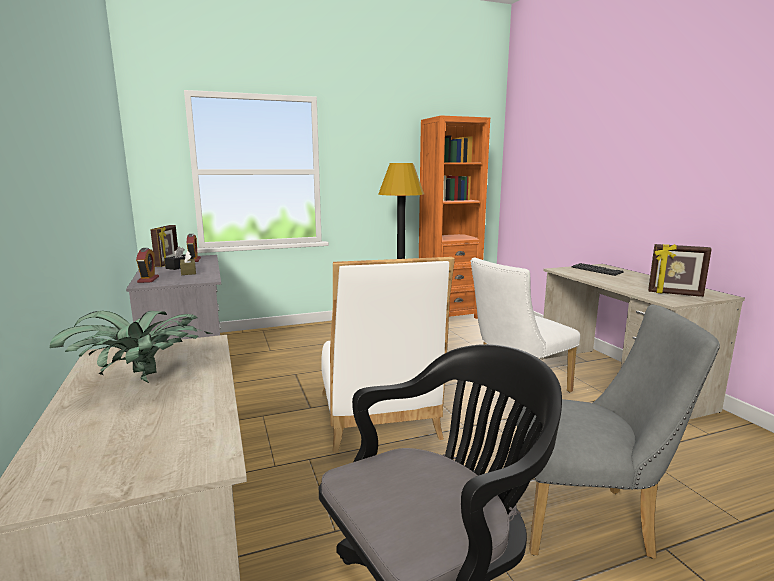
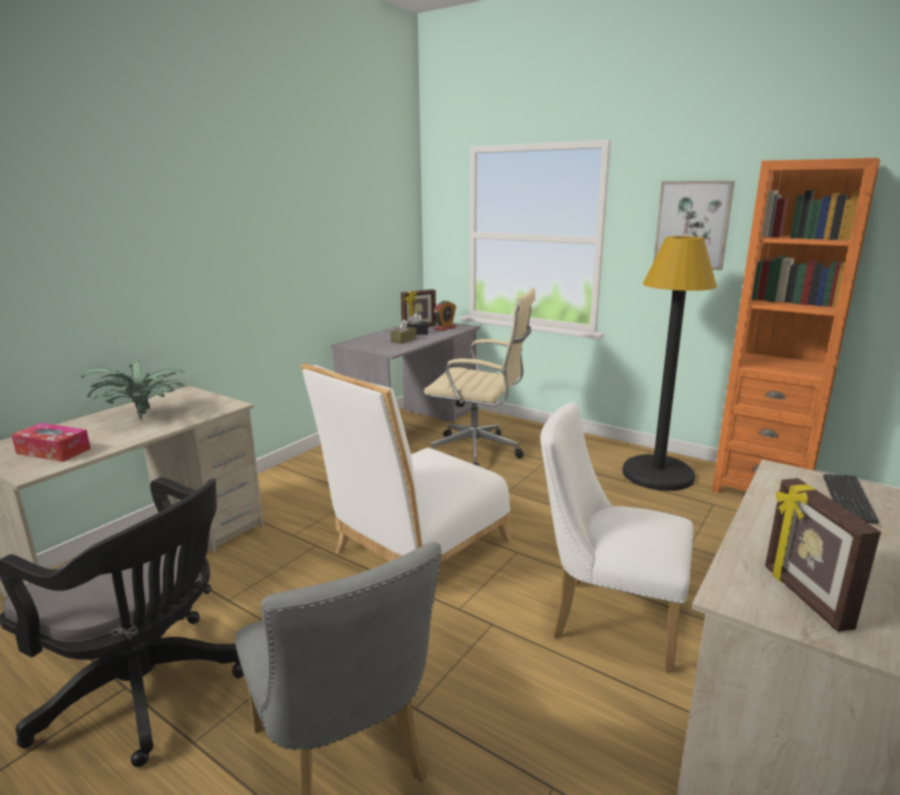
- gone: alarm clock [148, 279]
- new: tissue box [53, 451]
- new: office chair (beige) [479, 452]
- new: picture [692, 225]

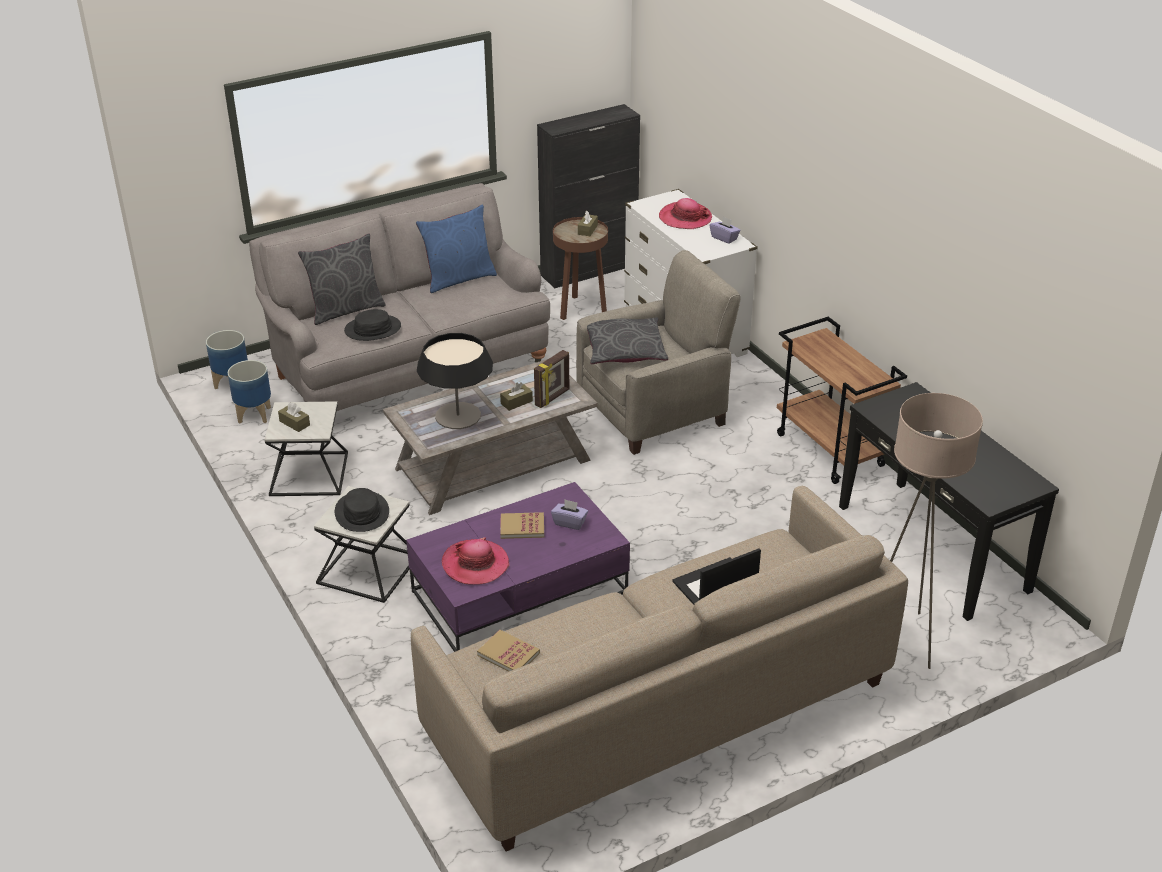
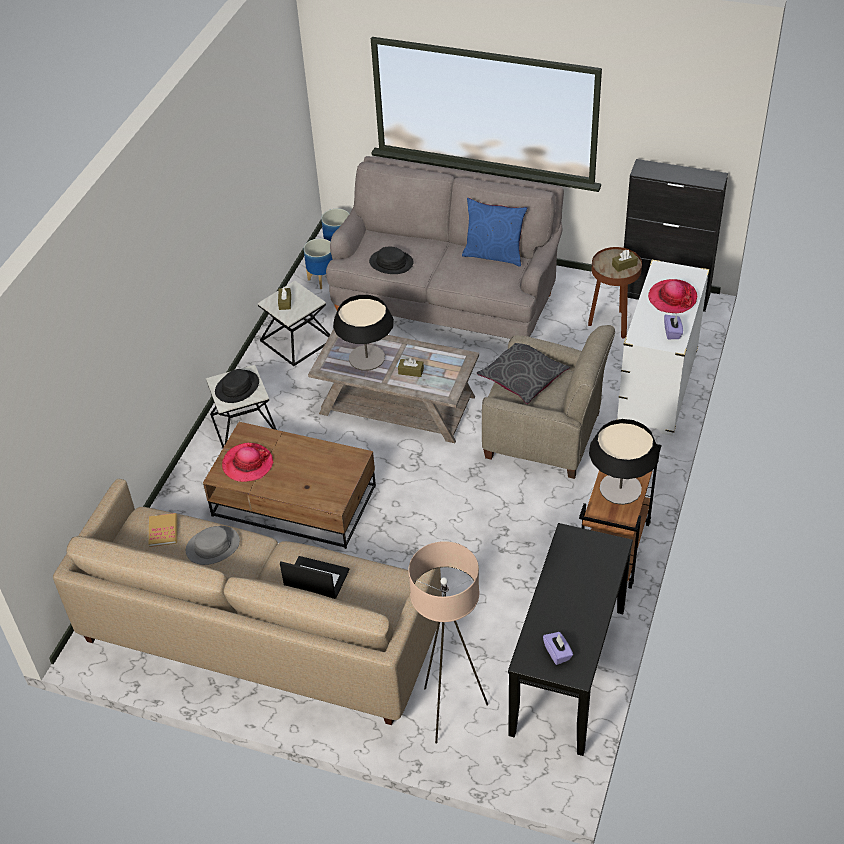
- gone: pillow (grey) [345, 310]
- gone: book [522, 527]
- gone: picture frame [552, 398]
- new: hat (grey) [213, 546]
- new: table lamp [620, 488]
- shifted: tissue box (purple) [570, 522] to [557, 653]
- repainted: coffee table (purple) [518, 593] to coffee table (brown) [293, 501]

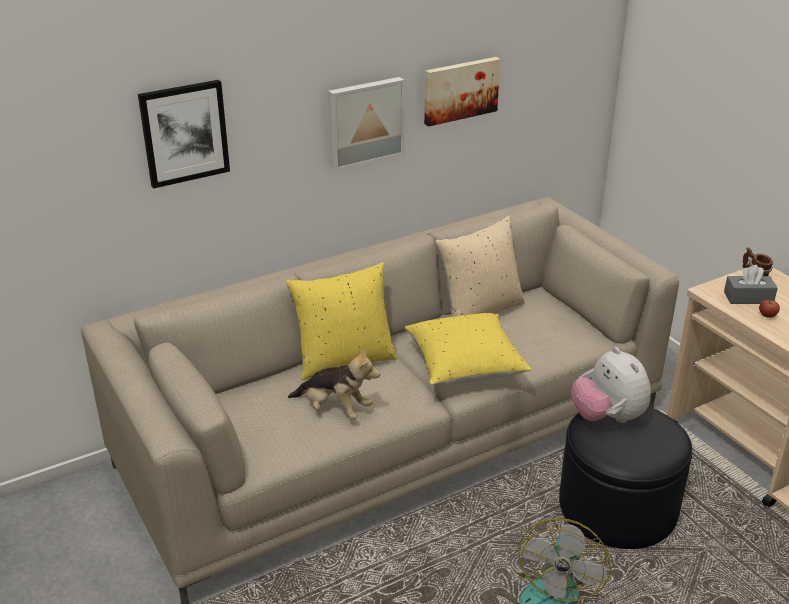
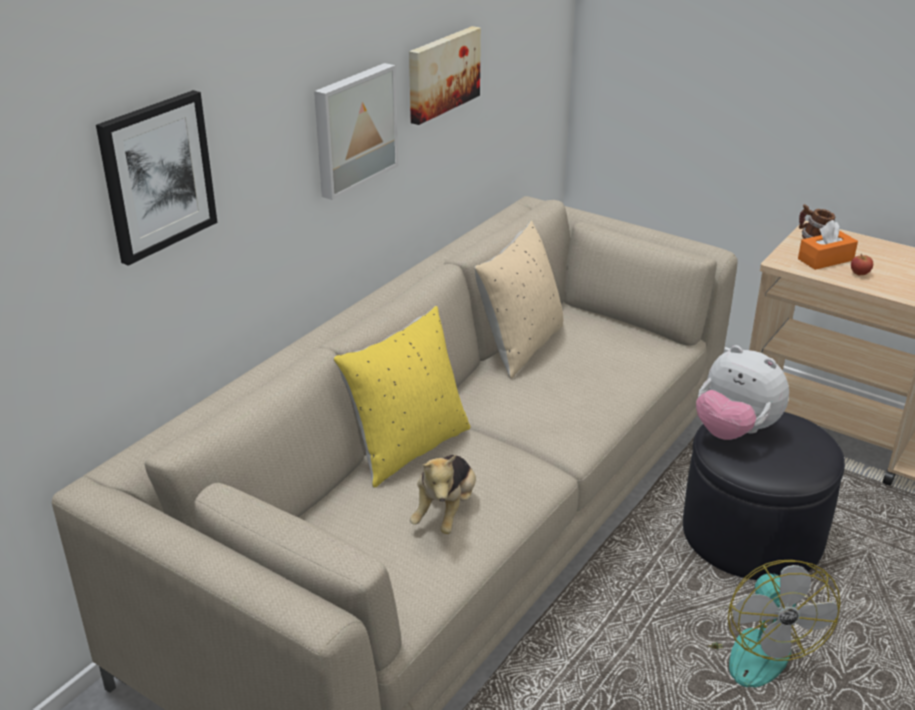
- gone: pillow (yellow) [465, 366]
- repainted: tissue box (grey) [748, 298] to tissue box (orange) [825, 259]
- rotated: plush toy [335, 409] = [445, 511] 105 degrees clockwise

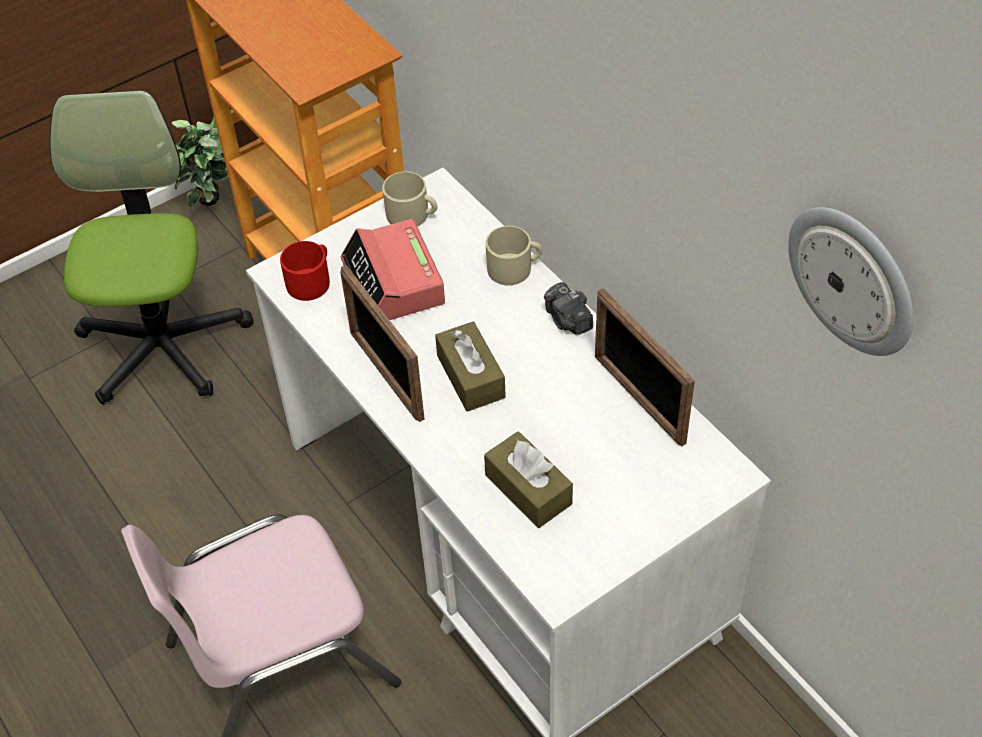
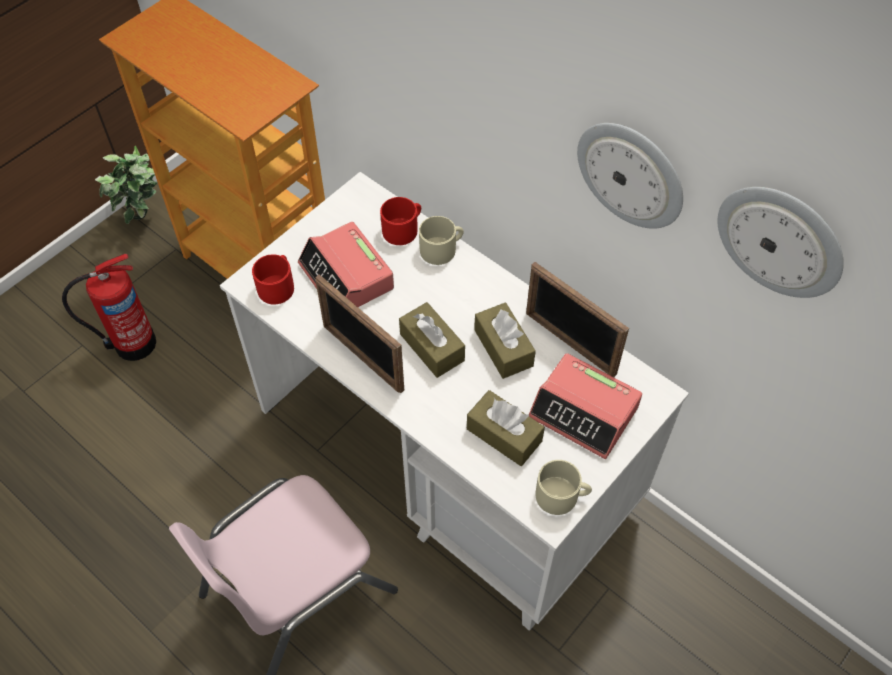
- gone: photo camera [568, 320]
- new: mug (red) [403, 229]
- new: tissue box (brown) [503, 348]
- new: alarm clock [584, 412]
- new: wall clock [631, 174]
- shifted: mug (beige) [412, 215] to [562, 496]
- swapped: office chair [163, 345] to fire extinguisher [132, 343]

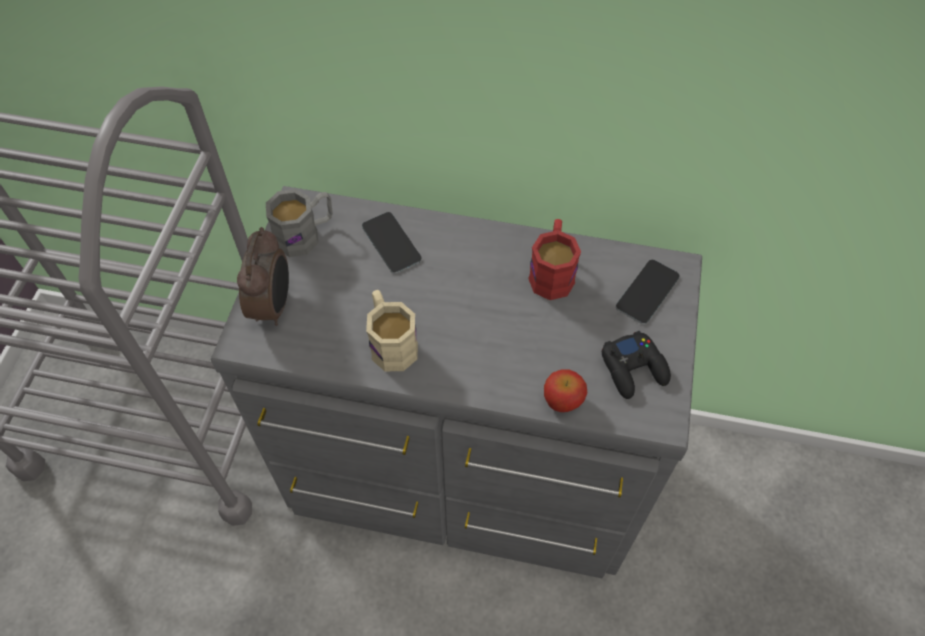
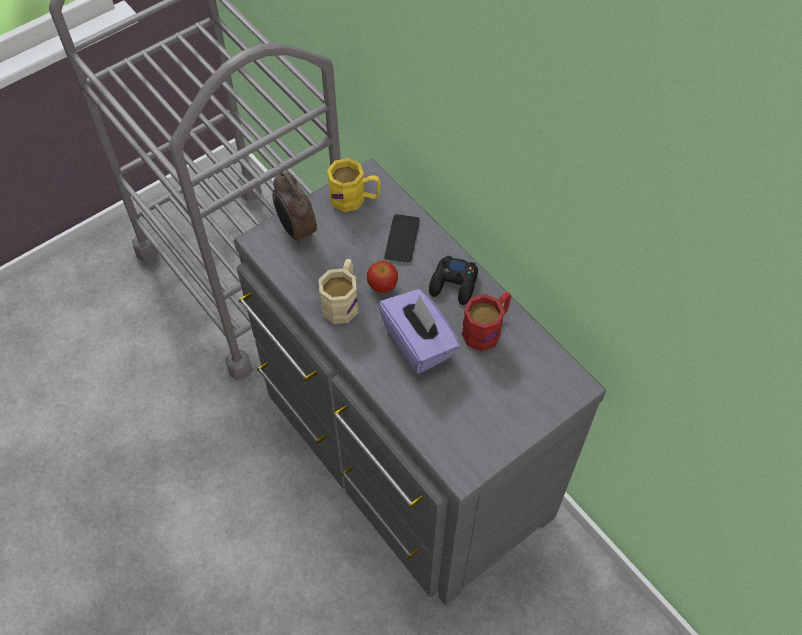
- gone: phone [647, 292]
- new: tissue box (purple) [418, 343]
- shifted: apple [563, 400] to [382, 286]
- shifted: game controller (black) [634, 369] to [454, 284]
- repainted: mug (grey) [306, 234] to mug (yellow) [355, 199]
- rotated: alarm clock [273, 305] = [296, 230] 105 degrees clockwise

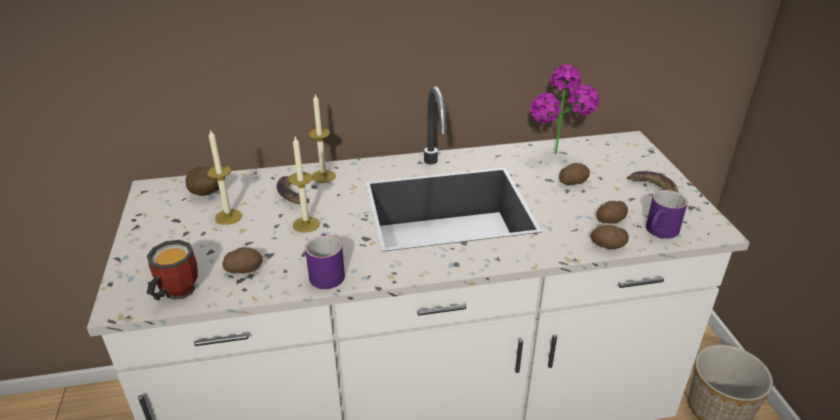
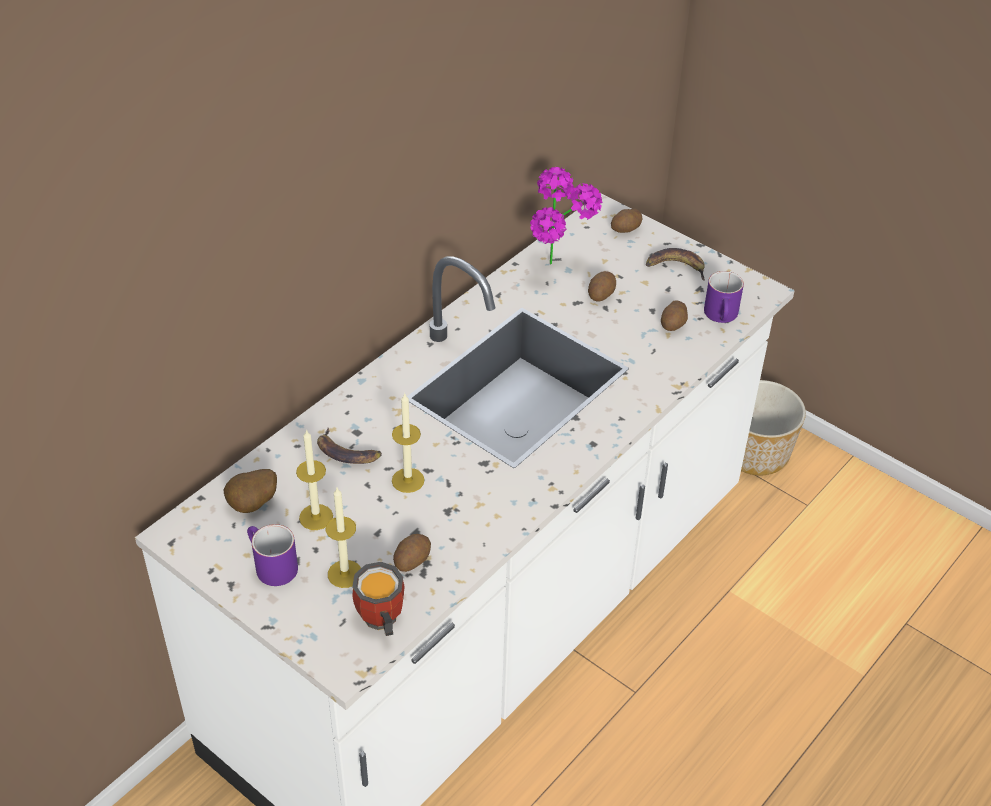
- shifted: mug (purple) [325, 273] to [270, 566]
- shifted: candle [323, 176] to [345, 574]
- shifted: potato [608, 246] to [626, 229]

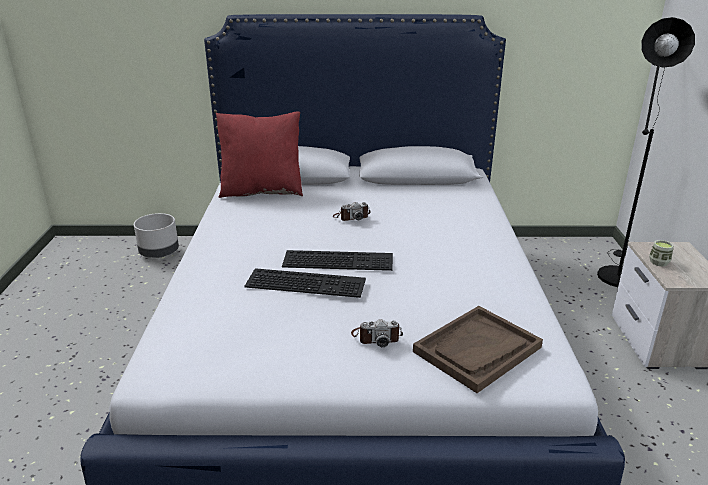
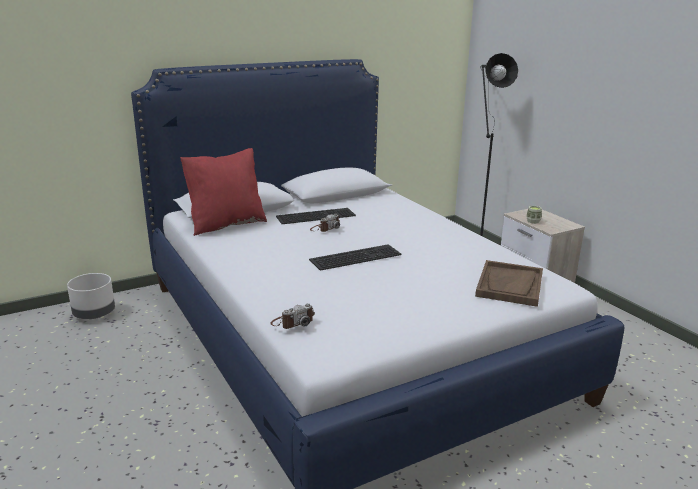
- shifted: keyboard [307, 282] to [316, 215]
- shifted: photo camera [376, 337] to [293, 322]

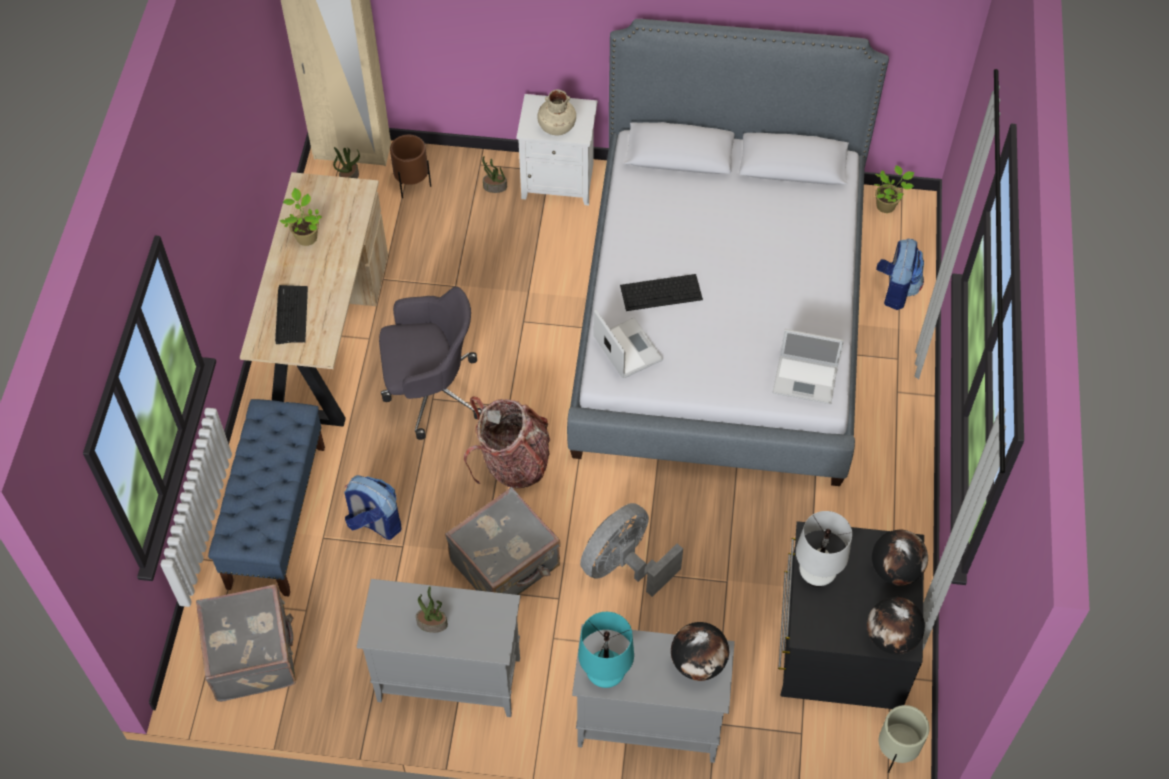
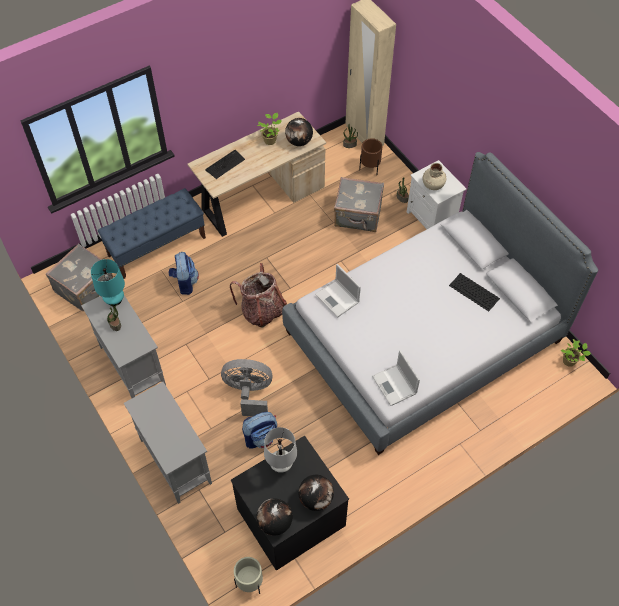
- gone: office chair (grey) [431, 391]
- shifted: suitcase (grey) [506, 565] to [358, 216]
- shifted: table lamp (turquoise) [605, 675] to [114, 300]
- shifted: keyboard [662, 292] to [474, 292]
- shifted: globe [698, 663] to [299, 142]
- shifted: backpack [895, 290] to [261, 437]
- rotated: laptop [627, 348] = [337, 299] 120 degrees clockwise

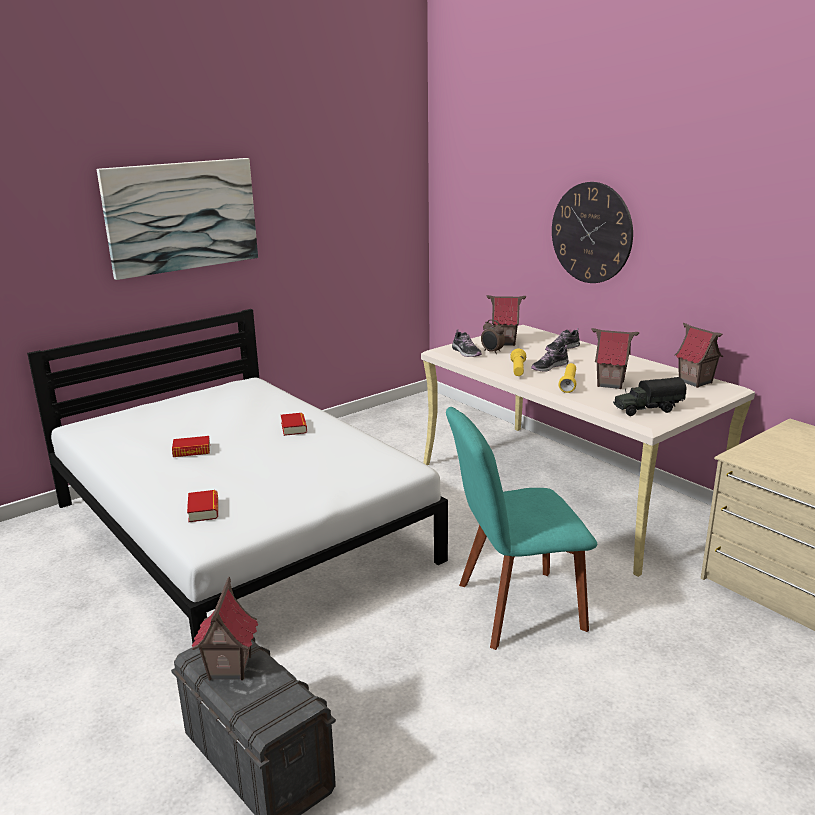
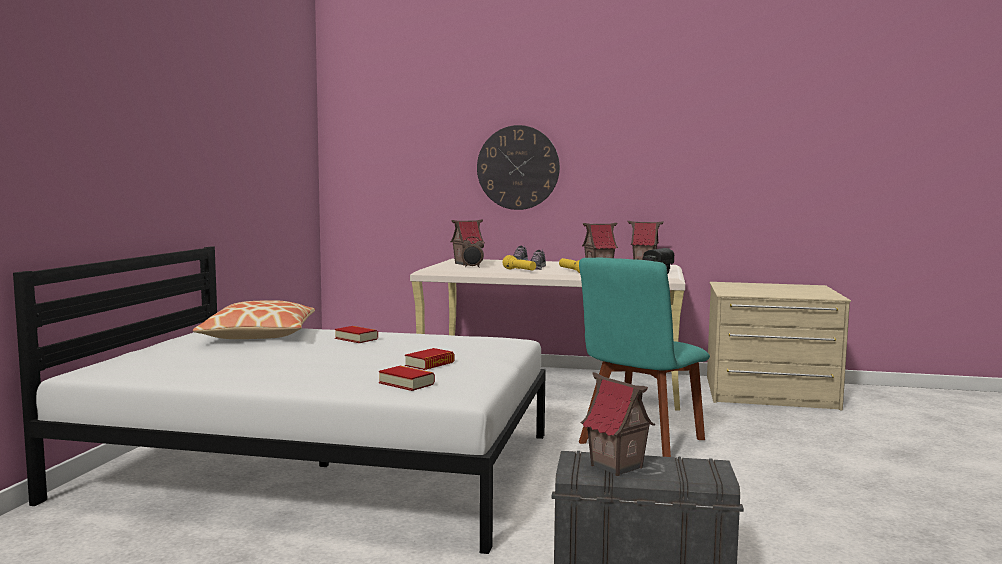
- gone: picture [182, 216]
- gone: shoe [466, 352]
- new: pillow [258, 335]
- shifted: book [191, 451] to [429, 364]

